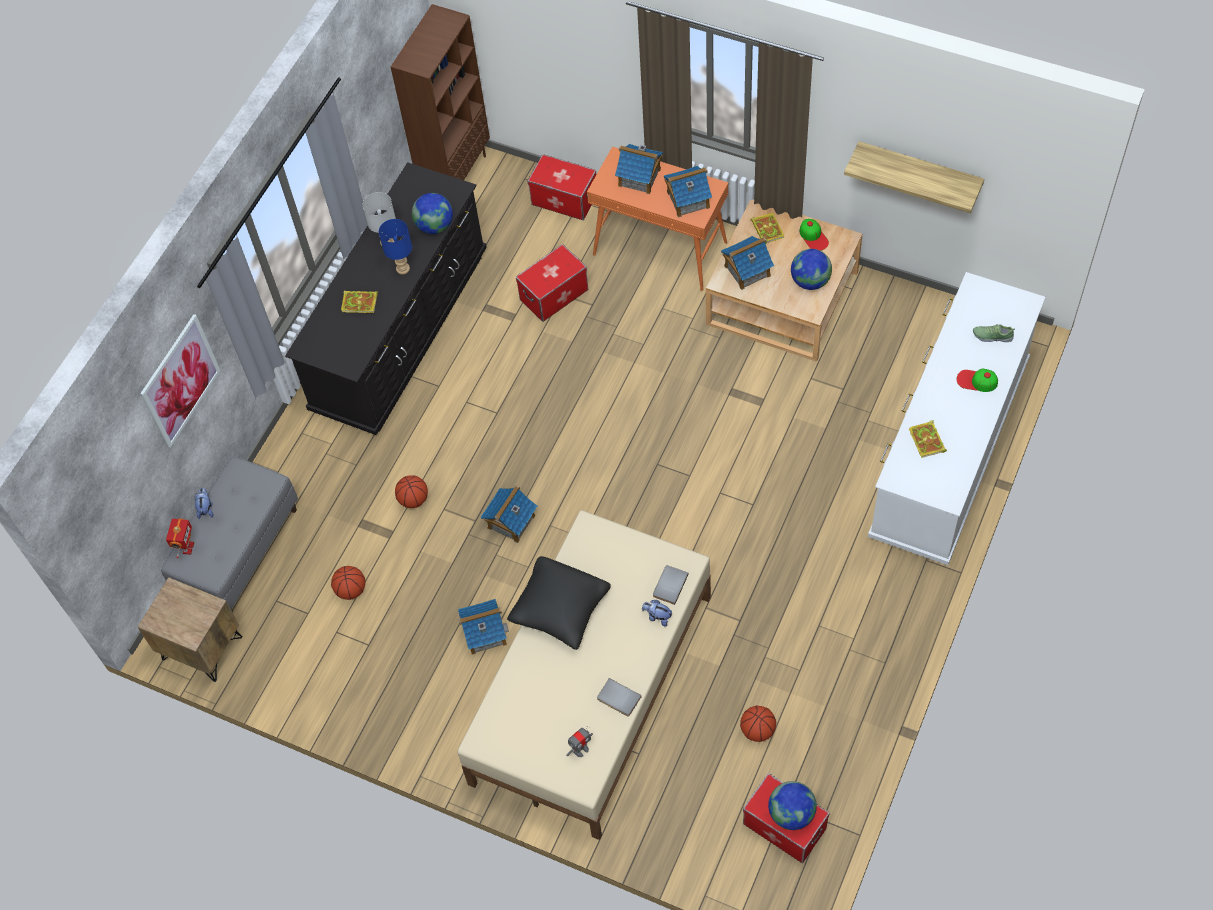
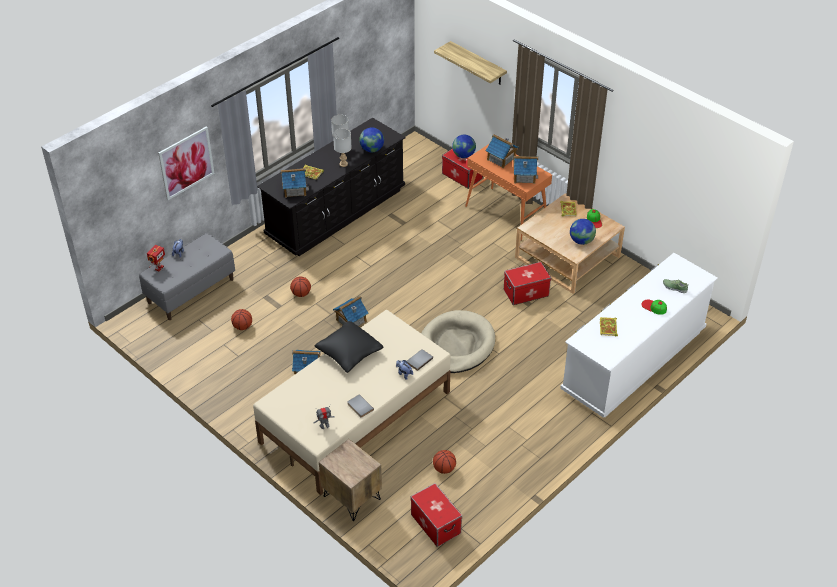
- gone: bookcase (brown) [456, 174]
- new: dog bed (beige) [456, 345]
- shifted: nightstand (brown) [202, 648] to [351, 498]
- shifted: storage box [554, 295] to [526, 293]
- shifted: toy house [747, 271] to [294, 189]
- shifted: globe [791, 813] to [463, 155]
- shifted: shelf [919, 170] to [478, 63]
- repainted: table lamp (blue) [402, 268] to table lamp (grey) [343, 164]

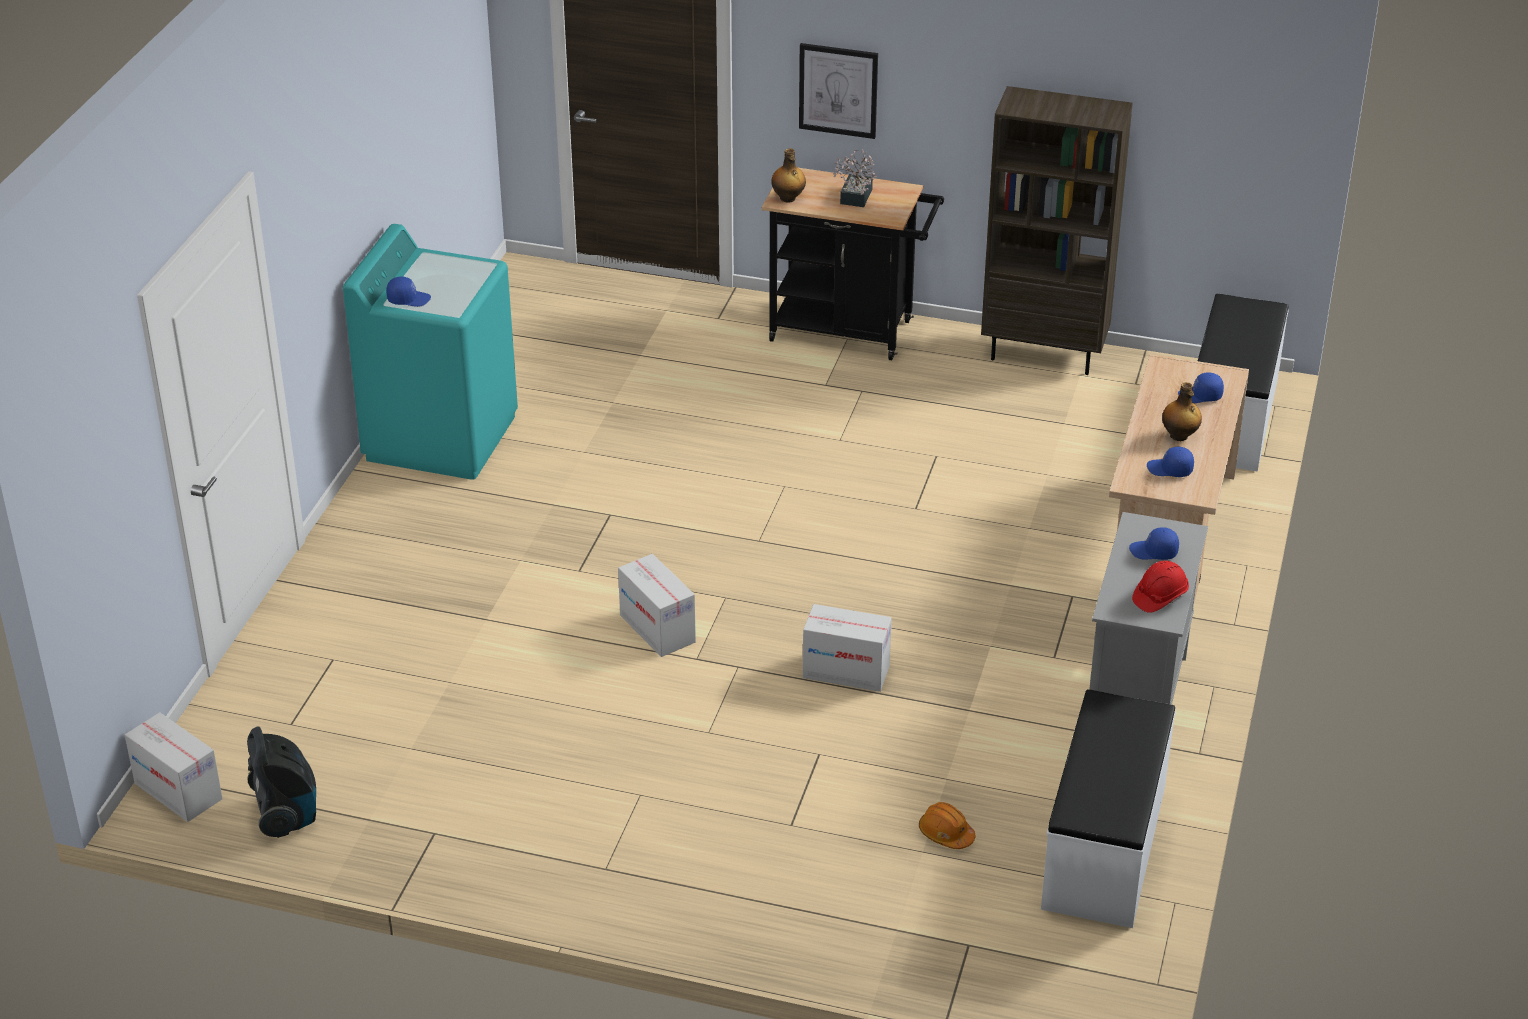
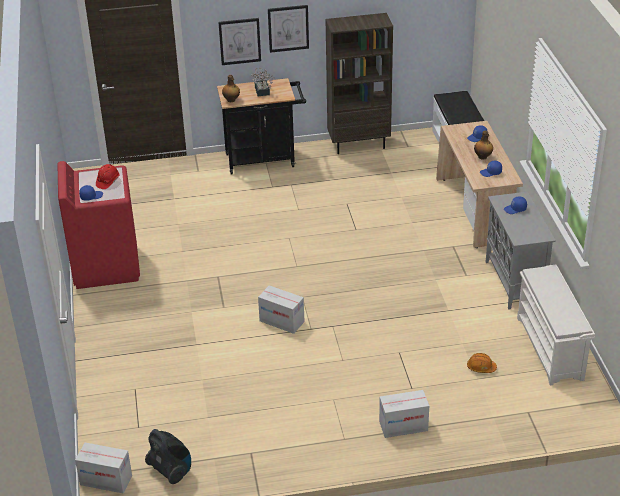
- new: picture [288, 28]
- shifted: cardboard box [845, 672] to [403, 426]
- shifted: hard hat (red) [1159, 597] to [108, 182]
- swapped: bench (white) [1106, 847] to shoe rack (white) [550, 349]
- repainted: washing machine (turquoise) [441, 437] to washing machine (red) [105, 266]

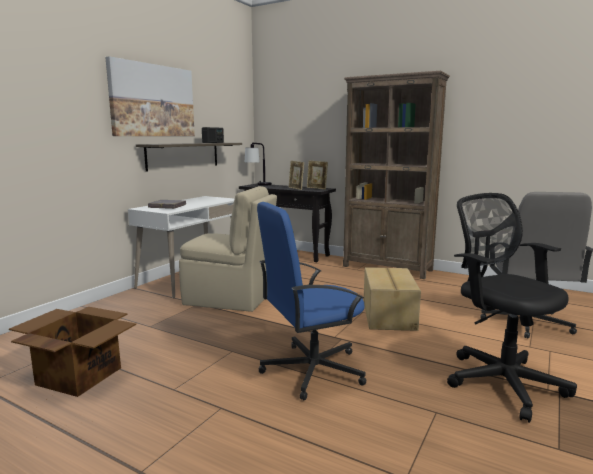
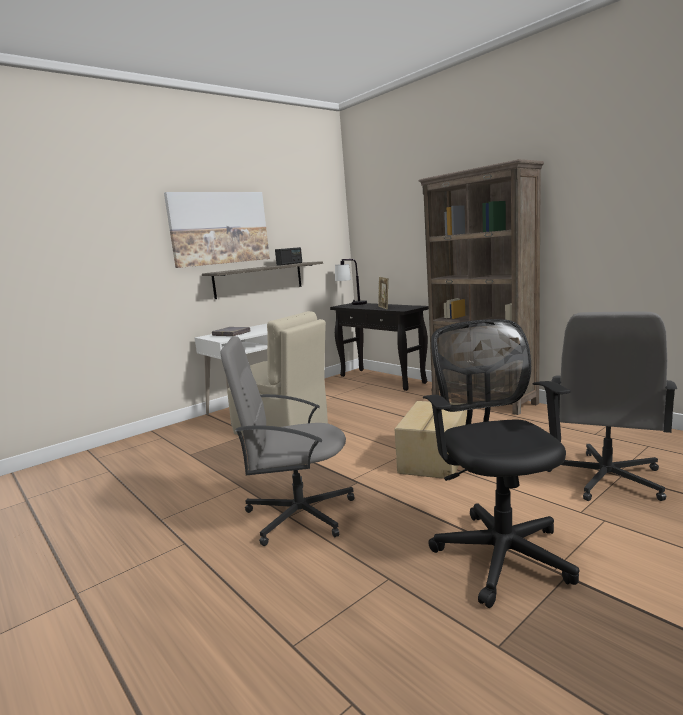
- gone: cardboard box [79, 376]
- gone: picture frame [317, 188]
- repainted: office chair (blue) [311, 370] to office chair (grey) [298, 514]

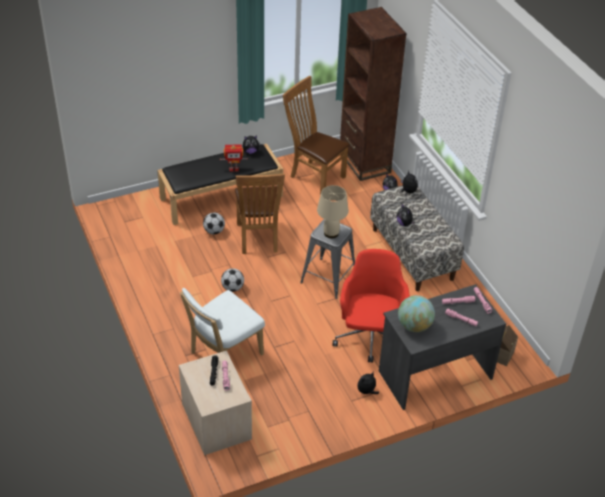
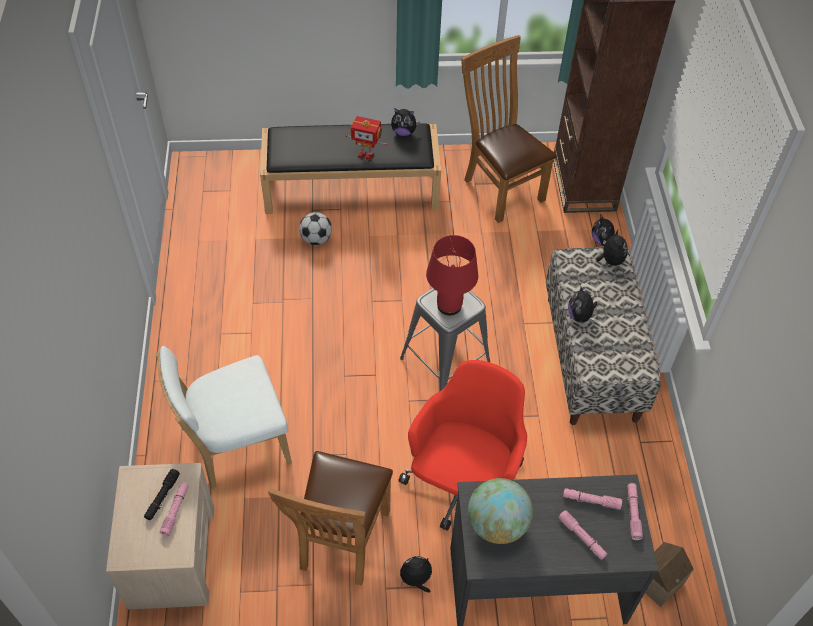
- gone: football [232, 288]
- shifted: chair (brown) [258, 239] to [340, 544]
- repainted: table lamp (beige) [331, 233] to table lamp (red) [449, 305]

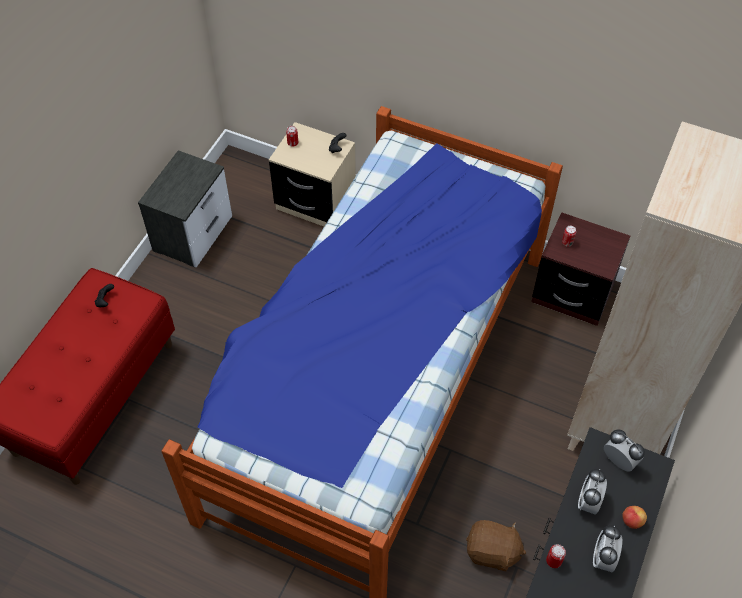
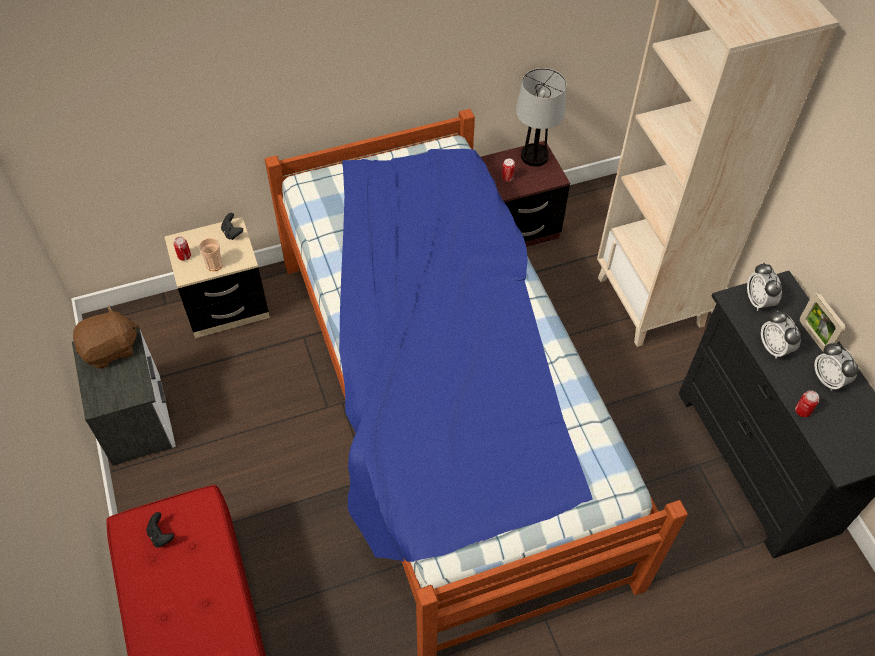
- new: cup [214, 265]
- new: table lamp [535, 156]
- shifted: plush toy (brown) [492, 552] to [110, 349]
- swapped: apple [632, 521] to picture frame [814, 336]
- rotated: alarm clock [619, 461] = [758, 301] 105 degrees counterclockwise

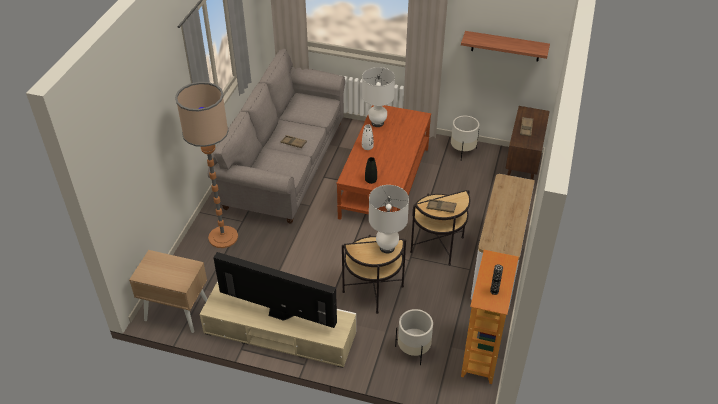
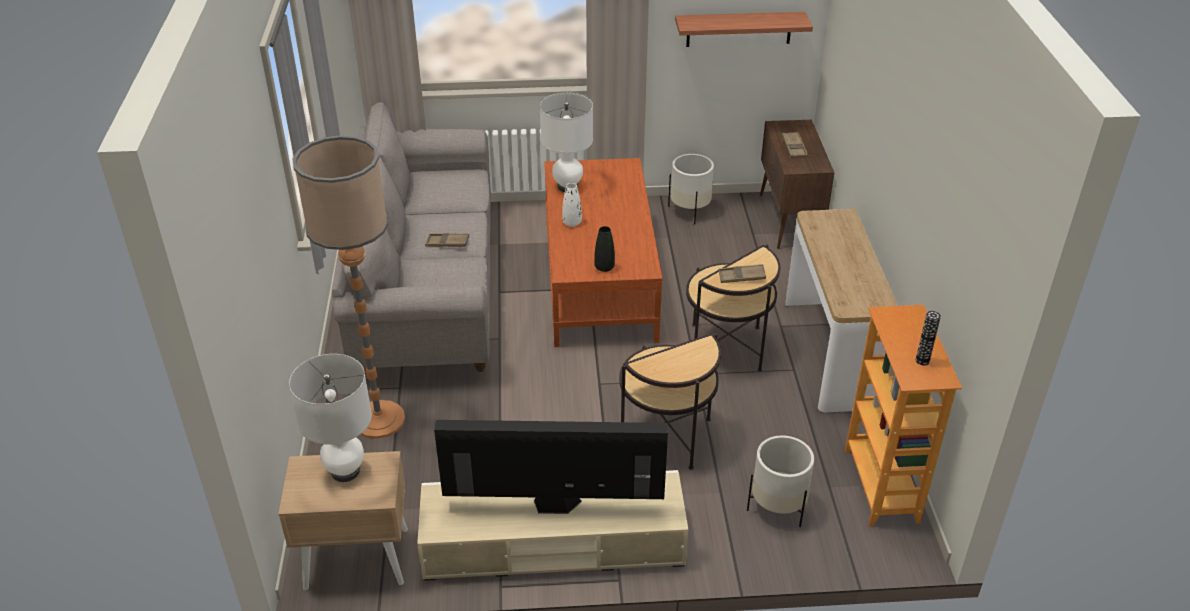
- shifted: table lamp (white) [387, 247] to [345, 471]

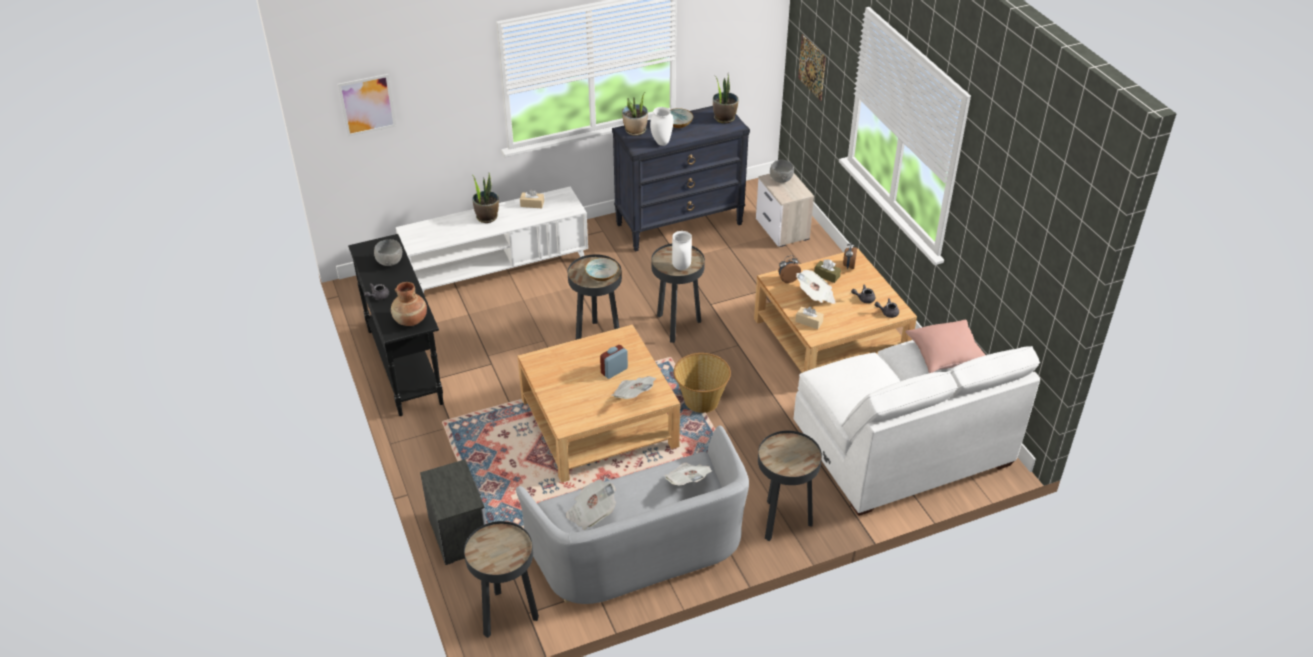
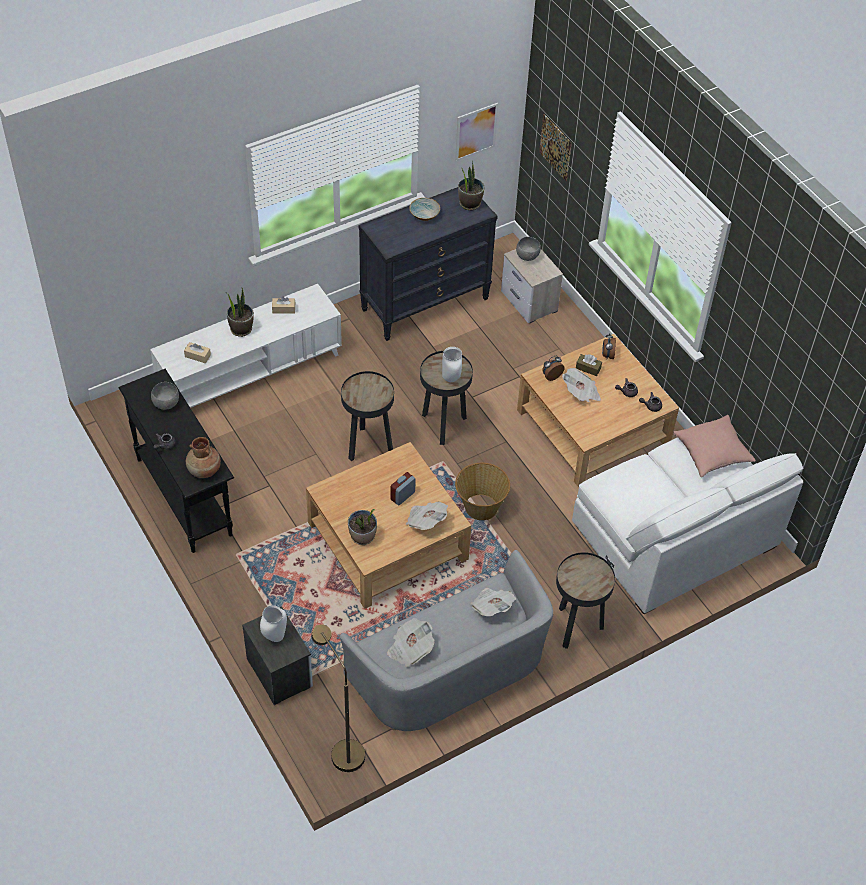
- gone: bowl [602, 275]
- shifted: picture [367, 105] to [476, 131]
- shifted: potted plant [635, 131] to [362, 537]
- shifted: vase (white) [662, 143] to [275, 637]
- shifted: tissue box (beige) [809, 322] to [197, 356]
- swapped: side table (black) [507, 616] to floor lamp (brown) [342, 749]

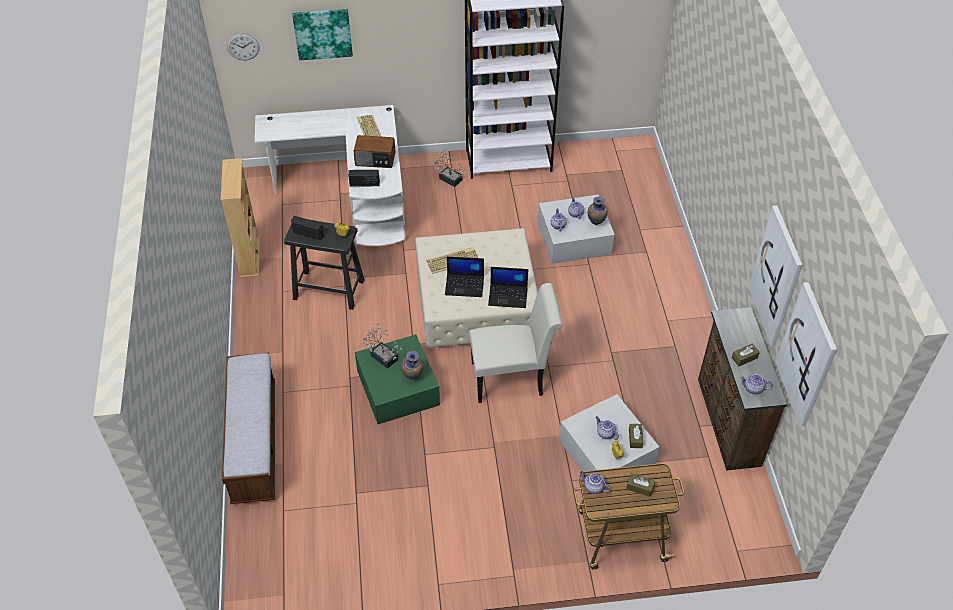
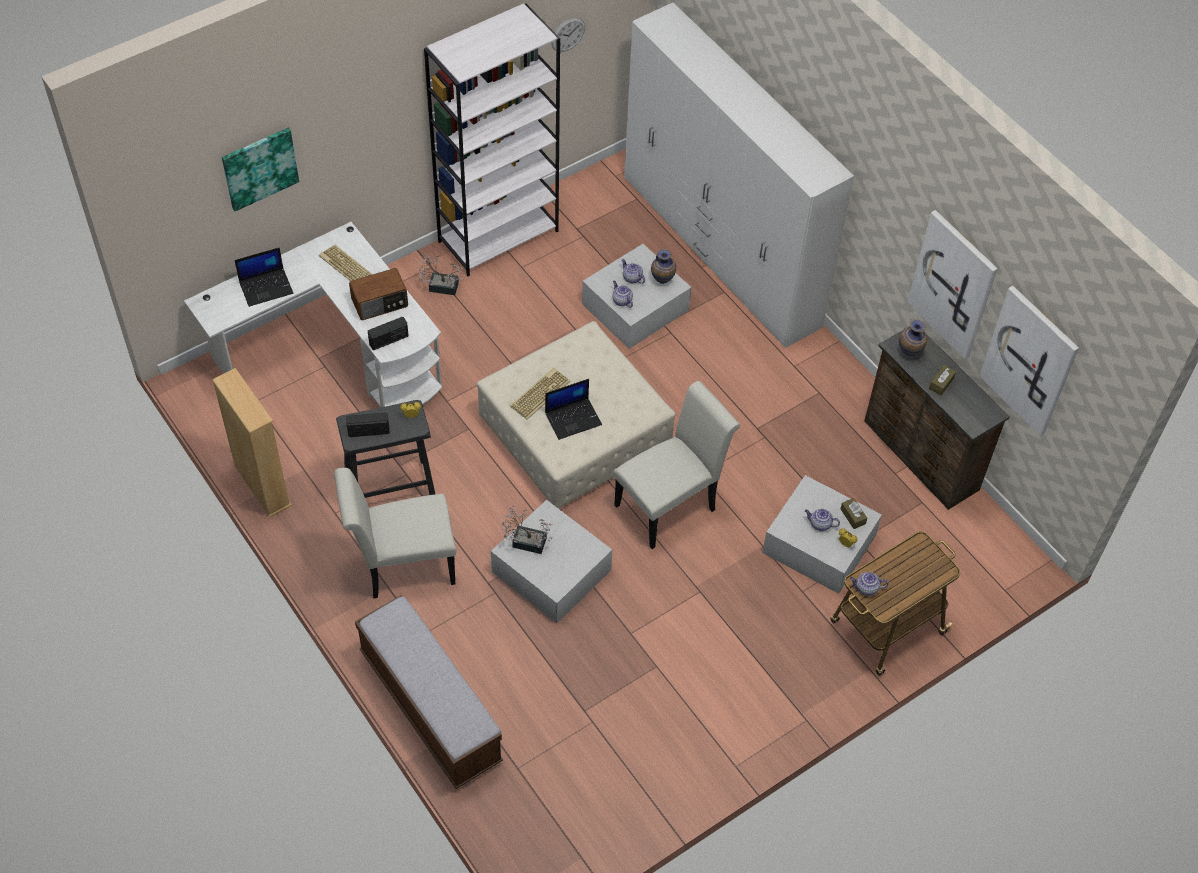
- gone: tissue box (brown) [640, 487]
- gone: teapot [753, 388]
- new: chair (white) [401, 565]
- new: wardrobe (white) [720, 250]
- shifted: wall clock [243, 47] to [568, 34]
- shifted: vase [413, 377] to [909, 353]
- shifted: laptop [508, 296] to [266, 287]
- repainted: storage box (green) [398, 388] to storage box (white) [551, 571]

